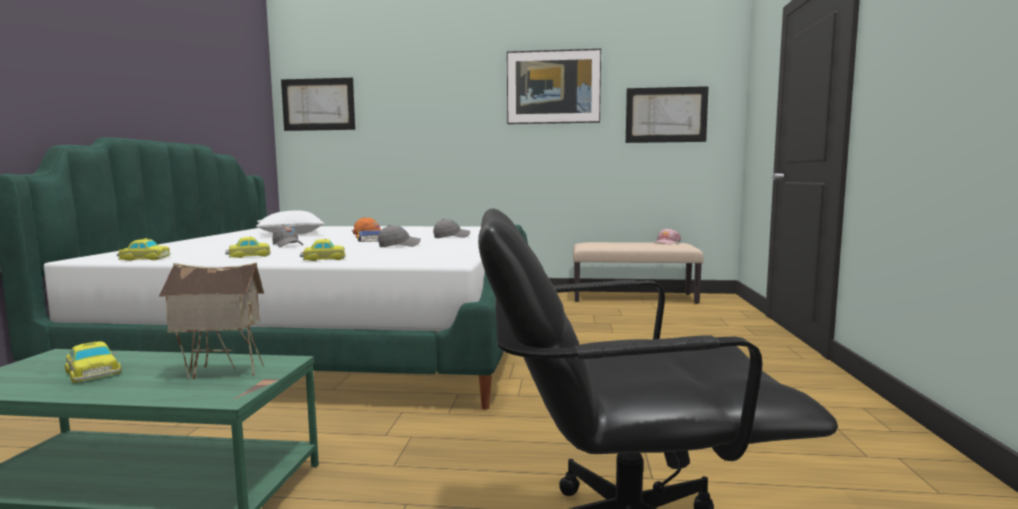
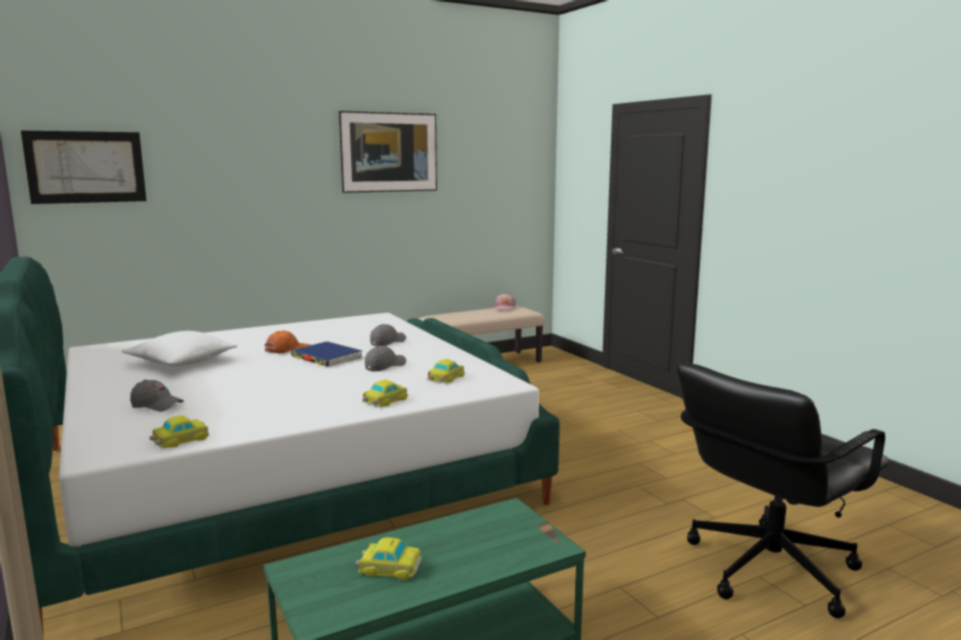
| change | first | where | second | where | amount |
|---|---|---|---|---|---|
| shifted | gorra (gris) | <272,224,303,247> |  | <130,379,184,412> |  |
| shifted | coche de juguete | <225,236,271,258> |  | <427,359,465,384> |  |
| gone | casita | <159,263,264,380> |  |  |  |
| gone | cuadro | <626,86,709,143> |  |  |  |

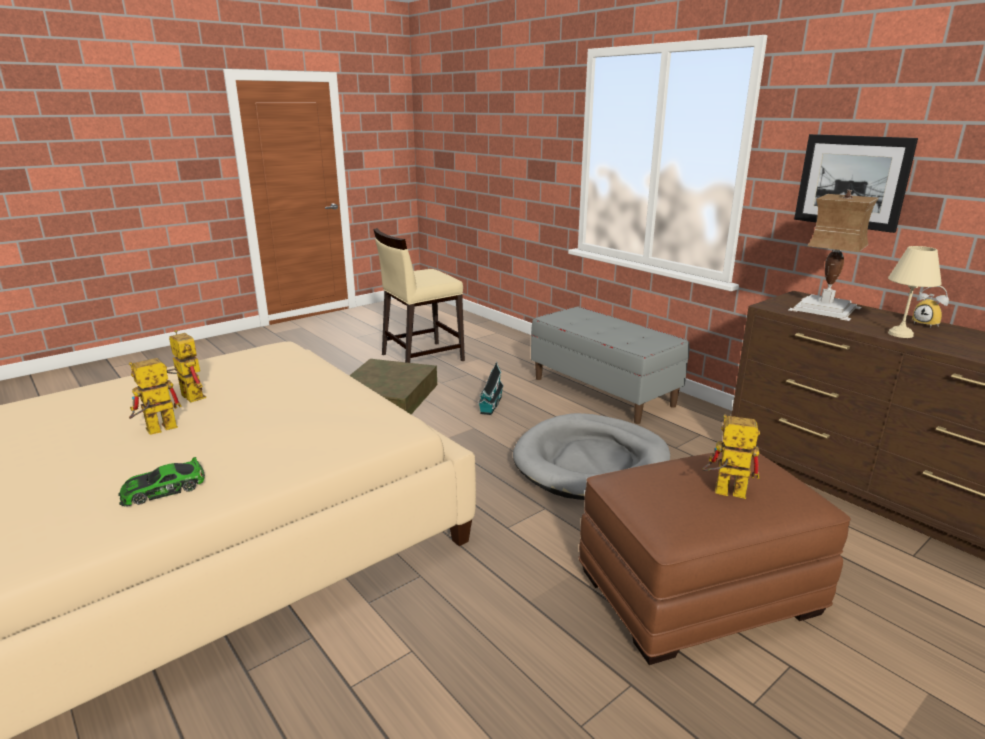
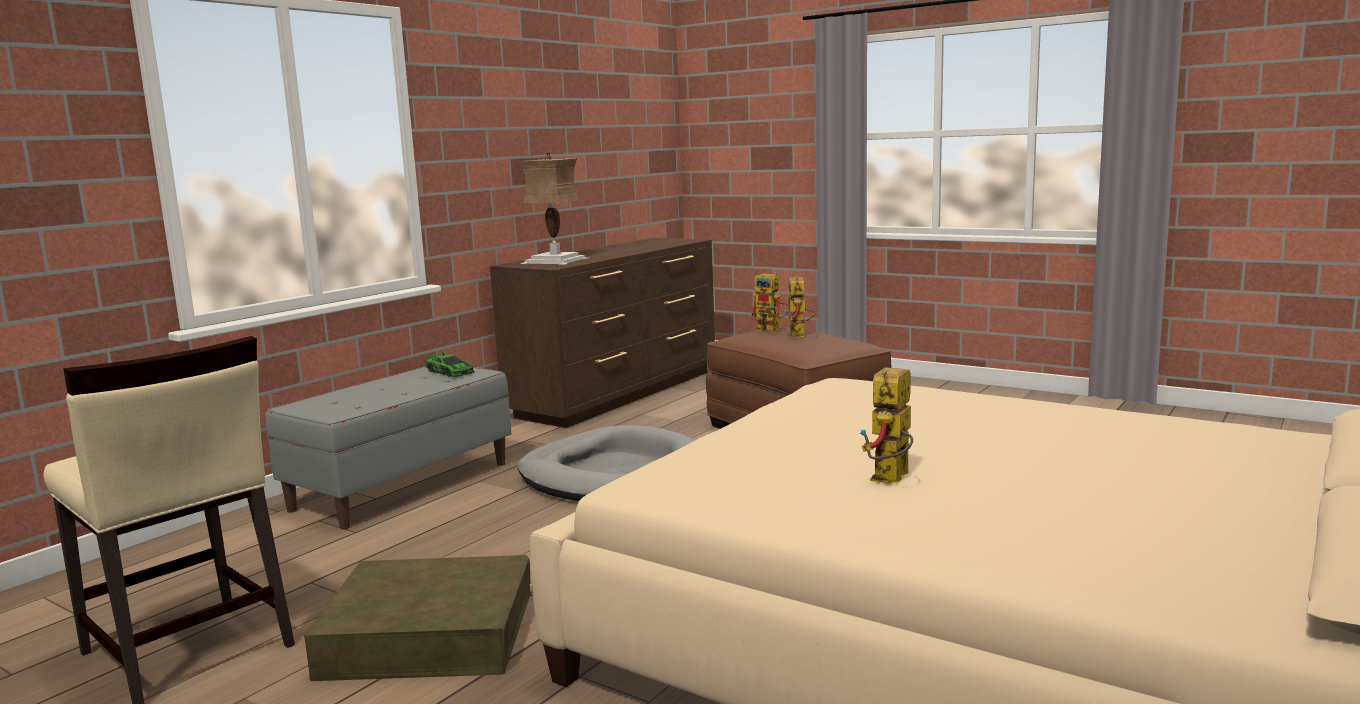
| change | first | where | second | where | amount |
|---|---|---|---|---|---|
| shifted | coche de juguete | <118,457,205,506> |  | <425,352,475,377> |  |
| shifted | robot de juguete | <129,358,182,435> |  | <750,272,790,332> |  |
| gone | casita | <478,361,504,415> |  |  |  |
| gone | cuadro | <794,134,918,233> |  |  |  |
| gone | lámpara de mesa (beis) | <888,246,942,338> |  |  |  |
| gone | despertador | <912,286,949,328> |  |  |  |

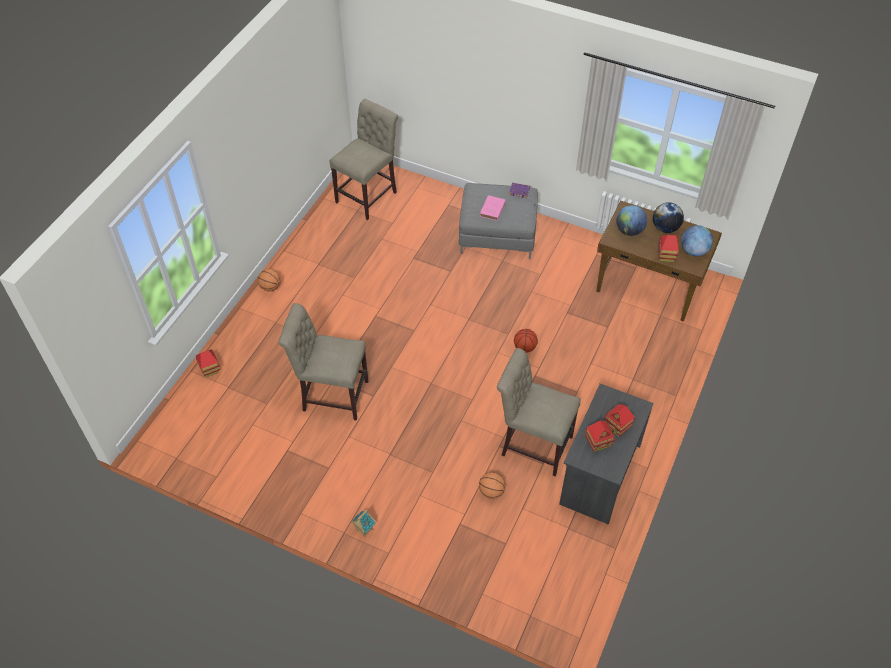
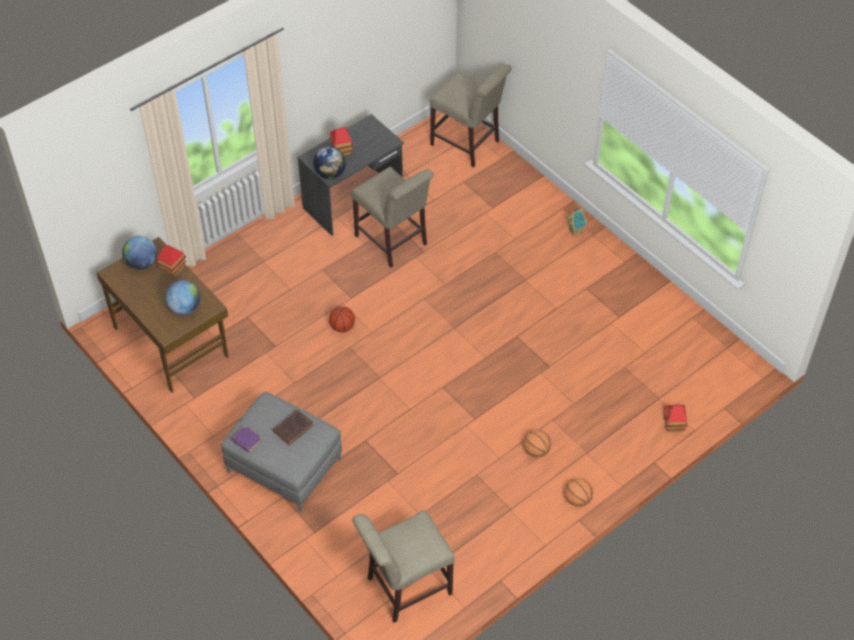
| change | first | where | second | where | amount |
|---|---|---|---|---|---|
| repainted | libro (rosa) | <480,195,506,221> | libro (marrón) | <273,409,314,445> |  |
| shifted | globo terráqueo | <653,202,684,233> |  | <313,147,346,179> |  |
| shifted | silla (beis) | <278,303,368,421> |  | <429,64,511,167> |  |
| shifted | balón de baloncesto | <479,472,506,499> |  | <523,430,551,458> |  |
| gone | casita | <585,420,615,452> |  |  |  |

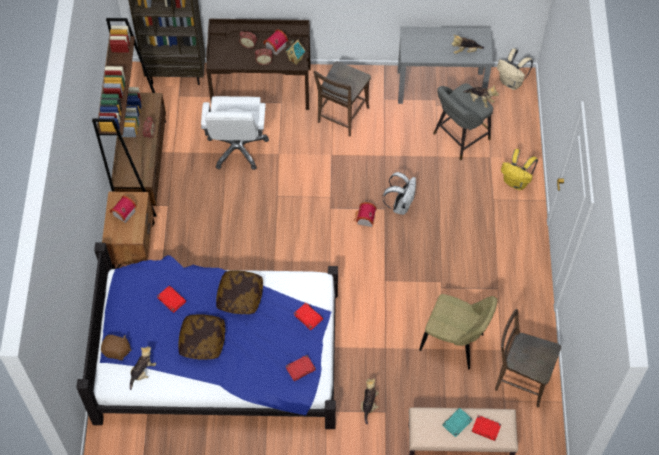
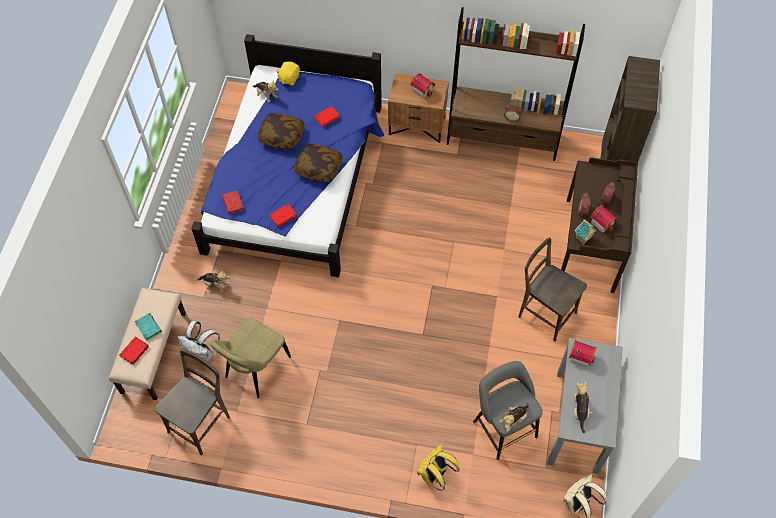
| change | first | where | second | where | amount |
|---|---|---|---|---|---|
| shifted | mochila (blanco) | <382,172,416,215> |  | <177,321,220,362> |  |
| repainted | peluche (marrón) | <101,335,132,360> | peluche (amarillo) | <276,61,300,86> |  |
| shifted | casita | <354,202,377,227> |  | <569,340,596,367> |  |
| gone | silla de oficina (blanco) | <201,96,269,170> |  |  |  |

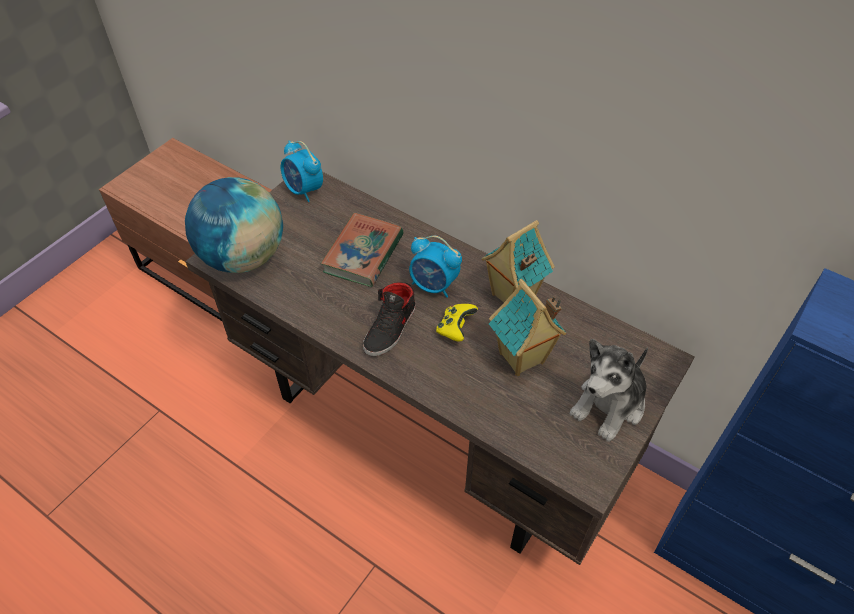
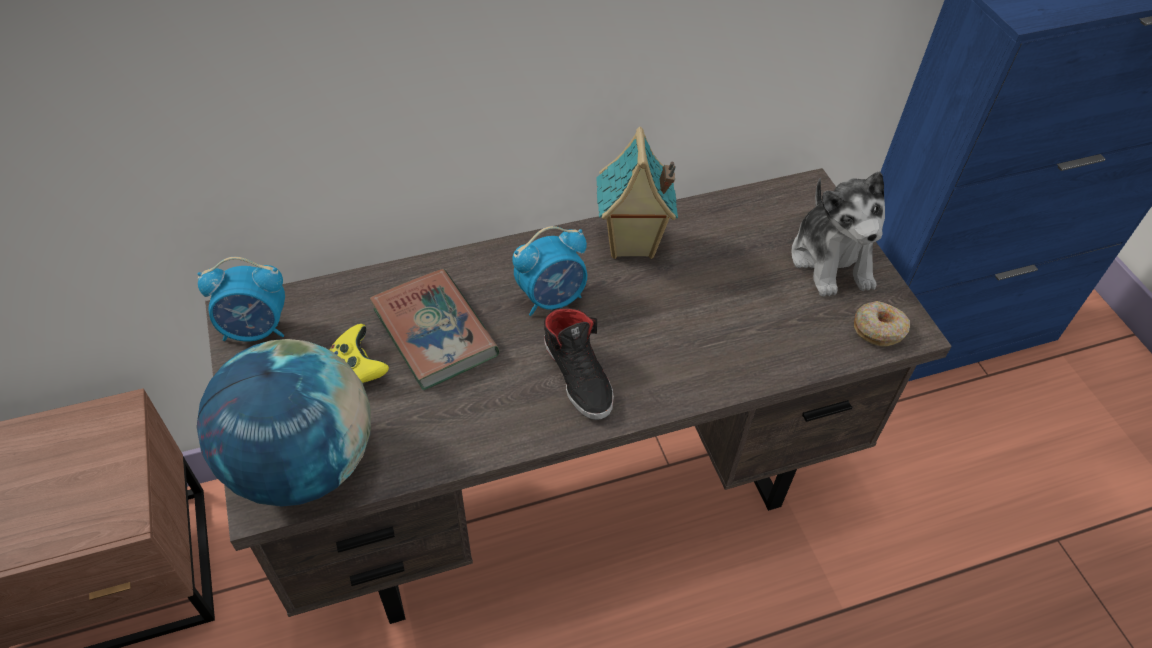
| change | first | where | second | where | amount |
|---|---|---|---|---|---|
| shifted | mando de consola (amarillo) | <436,304,478,342> |  | <330,324,389,383> |  |
| new |  |  | rosquilla | <854,301,910,347> |  |
| gone | casita | <489,279,566,376> |  |  |  |

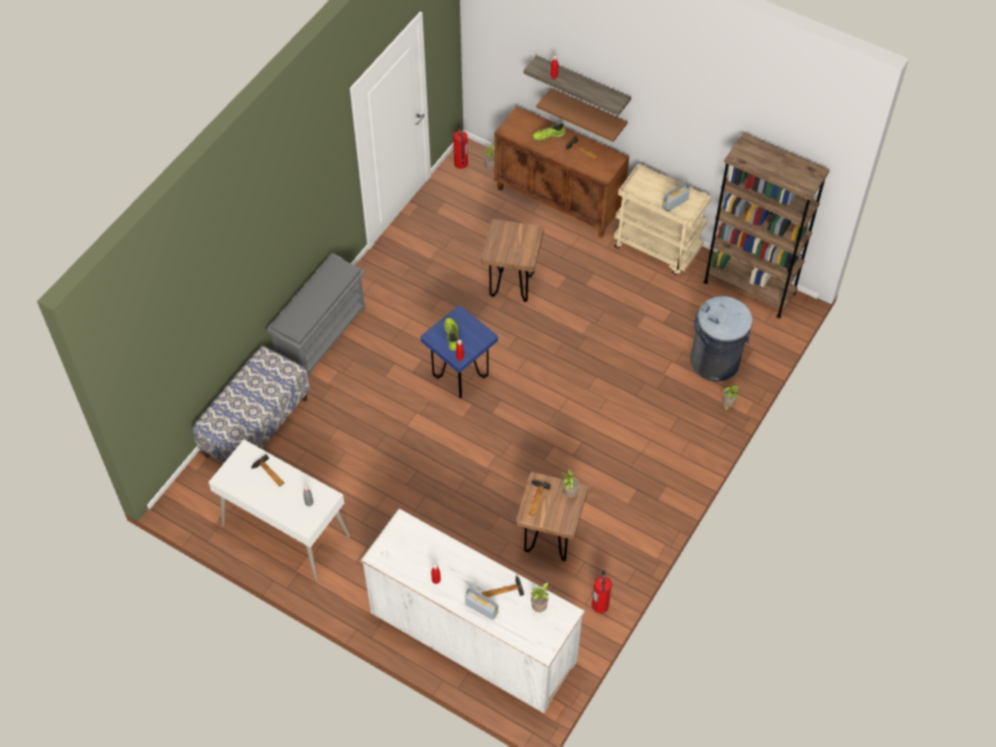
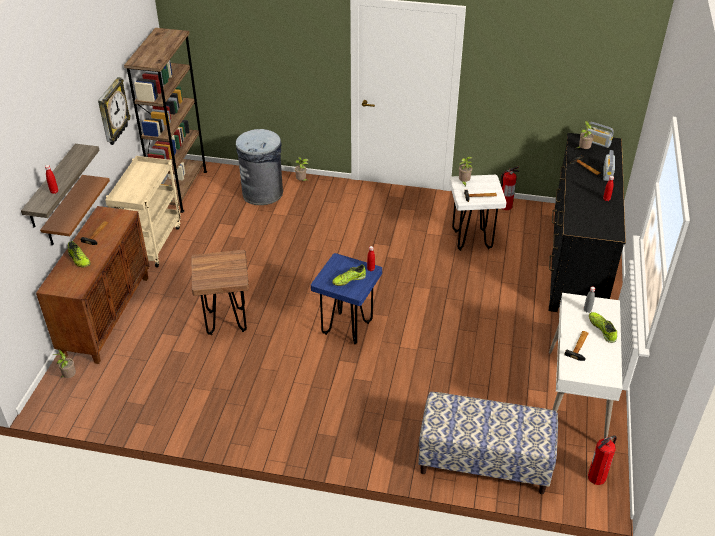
| change | first | where | second | where | amount |
|---|---|---|---|---|---|
| new |  |  | reloj de pared | <98,77,131,145> |  |
| repainted | taburete (marrón) | <516,472,588,562> | taburete (blanco) | <449,175,506,251> |  |
| repainted | cómoda (blanco) | <360,508,585,713> | cómoda (negro) | <549,133,626,312> |  |
| shifted | radio | <662,183,690,212> |  | <586,122,614,148> |  |
| shifted | extintor | <453,122,468,169> |  | <588,435,617,485> |  |
| new |  |  | zapato | <589,312,617,343> |  |
| gone | zapatero (gris) | <267,253,365,378> |  |  |  |

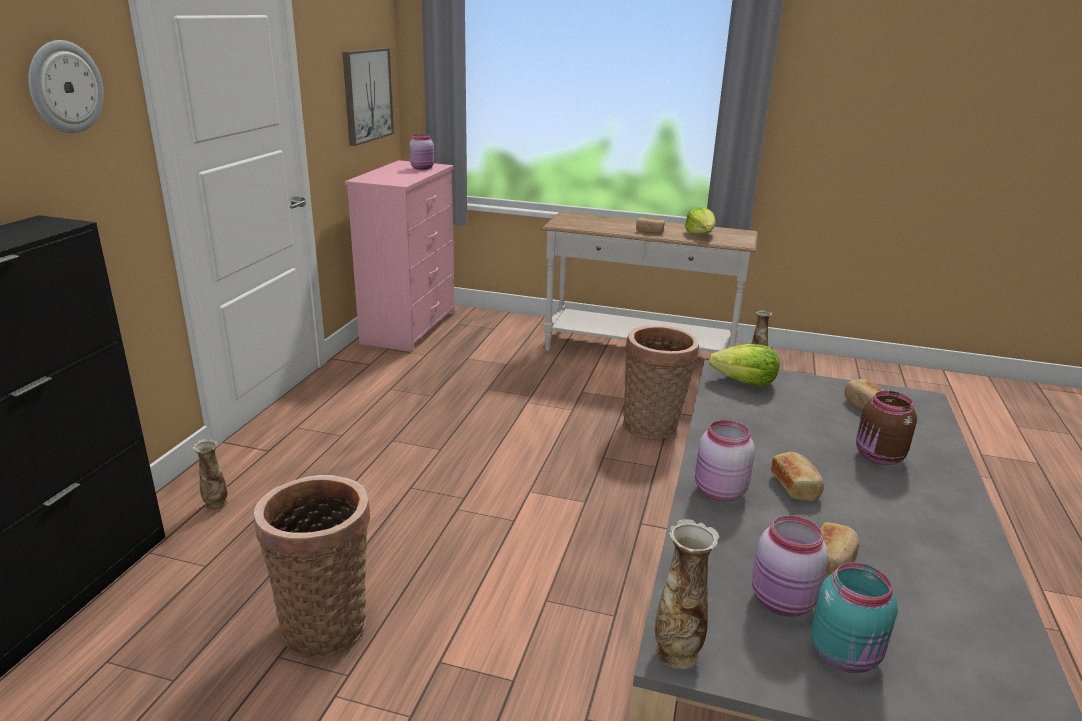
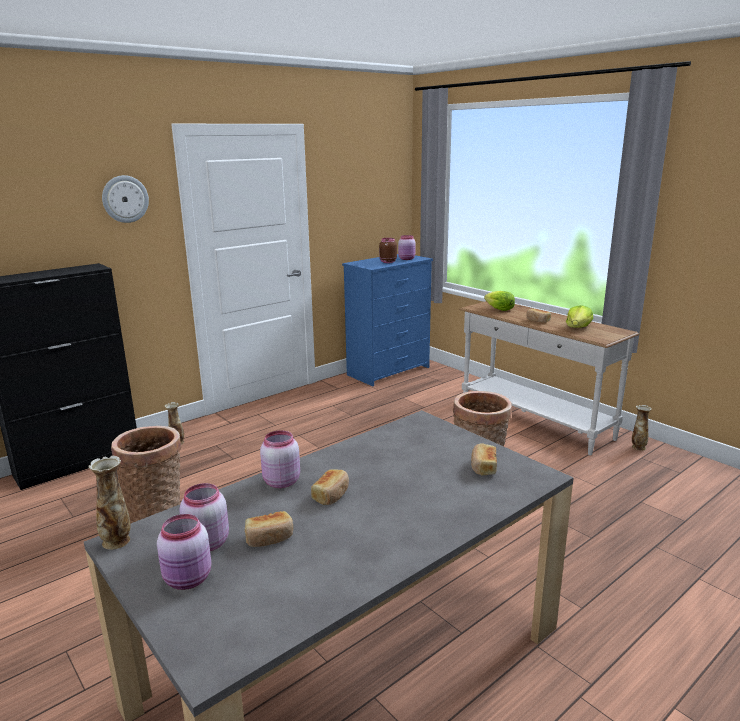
| change | first | where | second | where | amount |
|---|---|---|---|---|---|
| repainted | tarro (turquesa) | <811,562,898,673> | tarro (rosa) | <157,514,211,590> |  |
| repainted | cómoda (rosa) | <345,160,455,352> | cómoda (azul) | <342,254,433,386> |  |
| shifted | tarro (marrón) | <856,391,917,465> |  | <379,238,397,263> |  |
| shifted | lechuga | <709,344,779,387> |  | <484,291,515,311> |  |
| gone | cuadro | <343,48,394,146> |  |  |  |

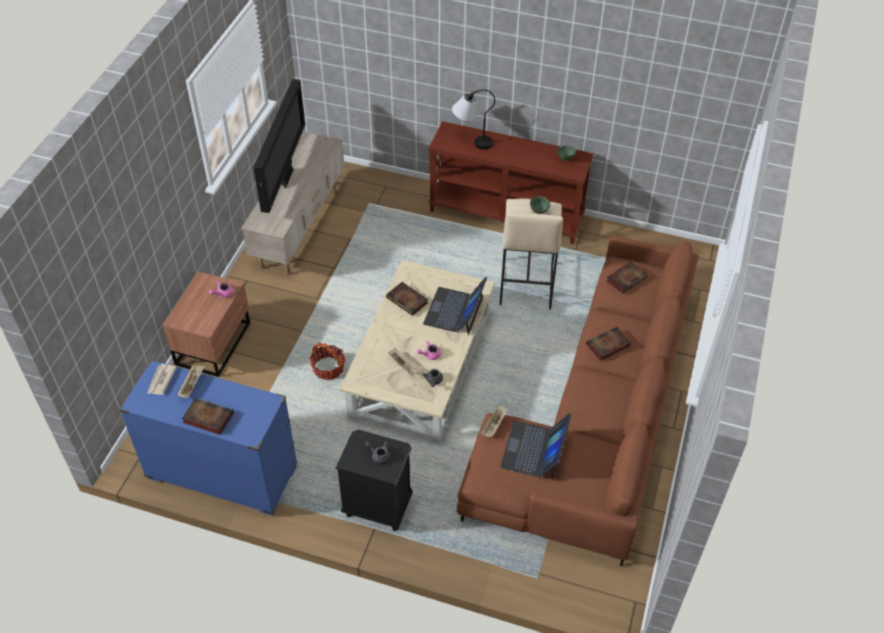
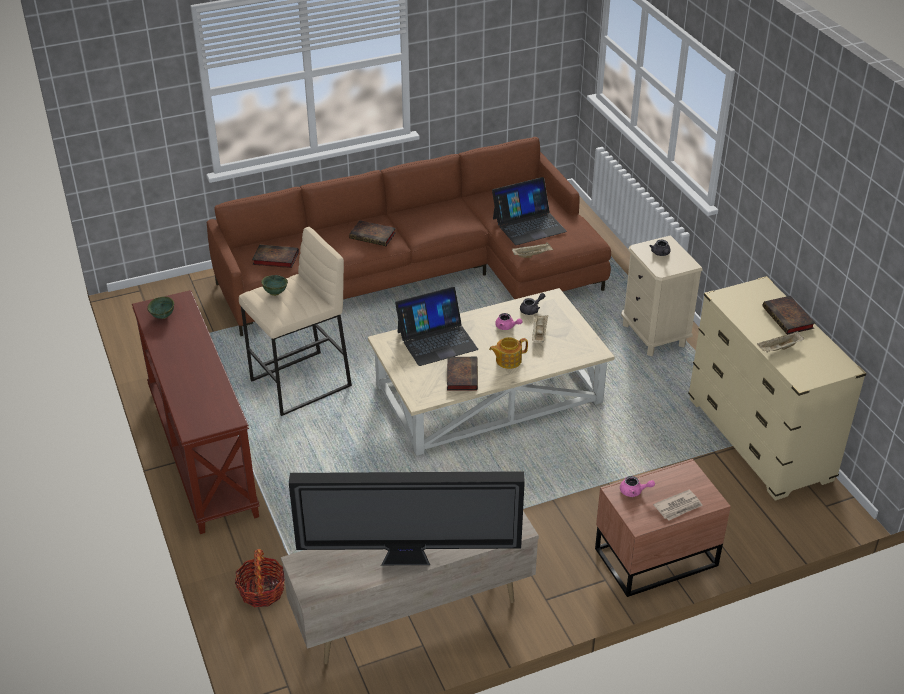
| change | first | where | second | where | amount |
|---|---|---|---|---|---|
| shifted | cesta | <309,342,345,380> |  | <235,549,285,607> |  |
| rotated | televisor | <253,79,305,213> |  | <289,471,525,565> | 150 degrees counterclockwise |
| new |  |  | tetera | <489,337,528,369> |  |
| repainted | mesita de noche (negro) | <335,429,413,531> | mesita de noche (beis) | <621,235,703,356> |  |
| shifted | periódico | <147,364,177,395> |  | <653,490,703,520> |  |
| repainted | cómoda (azul) | <119,359,298,516> | cómoda (beis) | <688,276,867,501> |  |
| gone | lámpara de mesa | <452,89,495,150> |  |  |  |

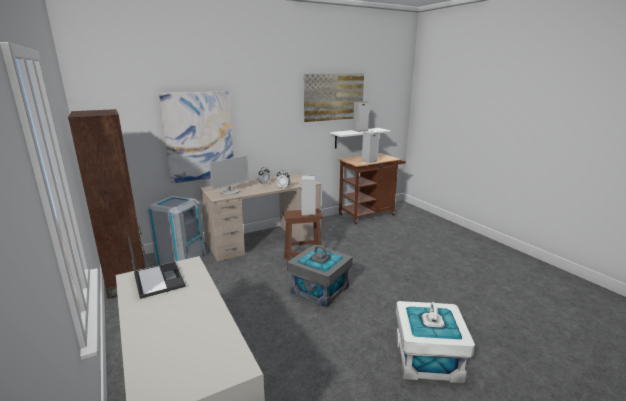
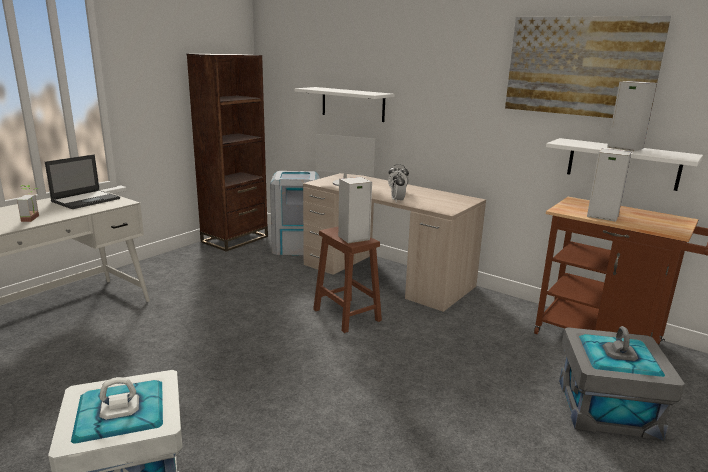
| change | first | where | second | where | amount |
|---|---|---|---|---|---|
| new |  |  | planta en maceta | <17,185,39,222> |  |
| swapped | cuadro | <159,91,234,183> | estante (blanco) | <294,87,395,122> |  |
| shifted | caja de almacenaje (gris) | <288,245,353,307> |  | <559,326,685,441> |  |

